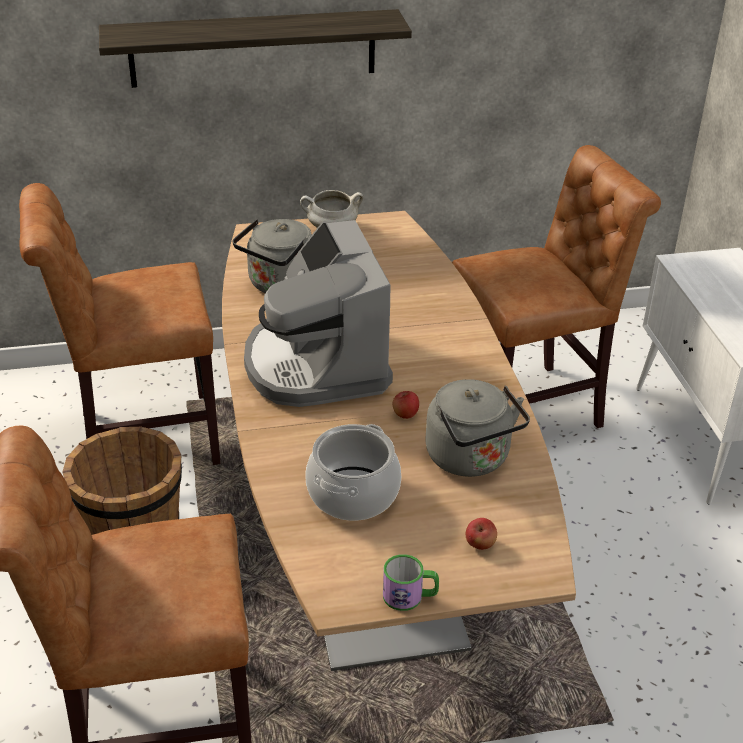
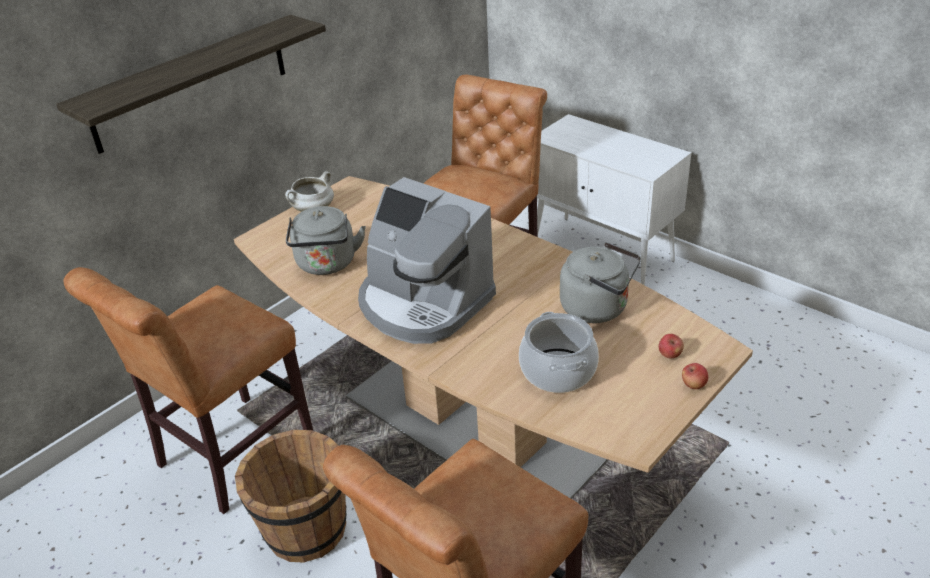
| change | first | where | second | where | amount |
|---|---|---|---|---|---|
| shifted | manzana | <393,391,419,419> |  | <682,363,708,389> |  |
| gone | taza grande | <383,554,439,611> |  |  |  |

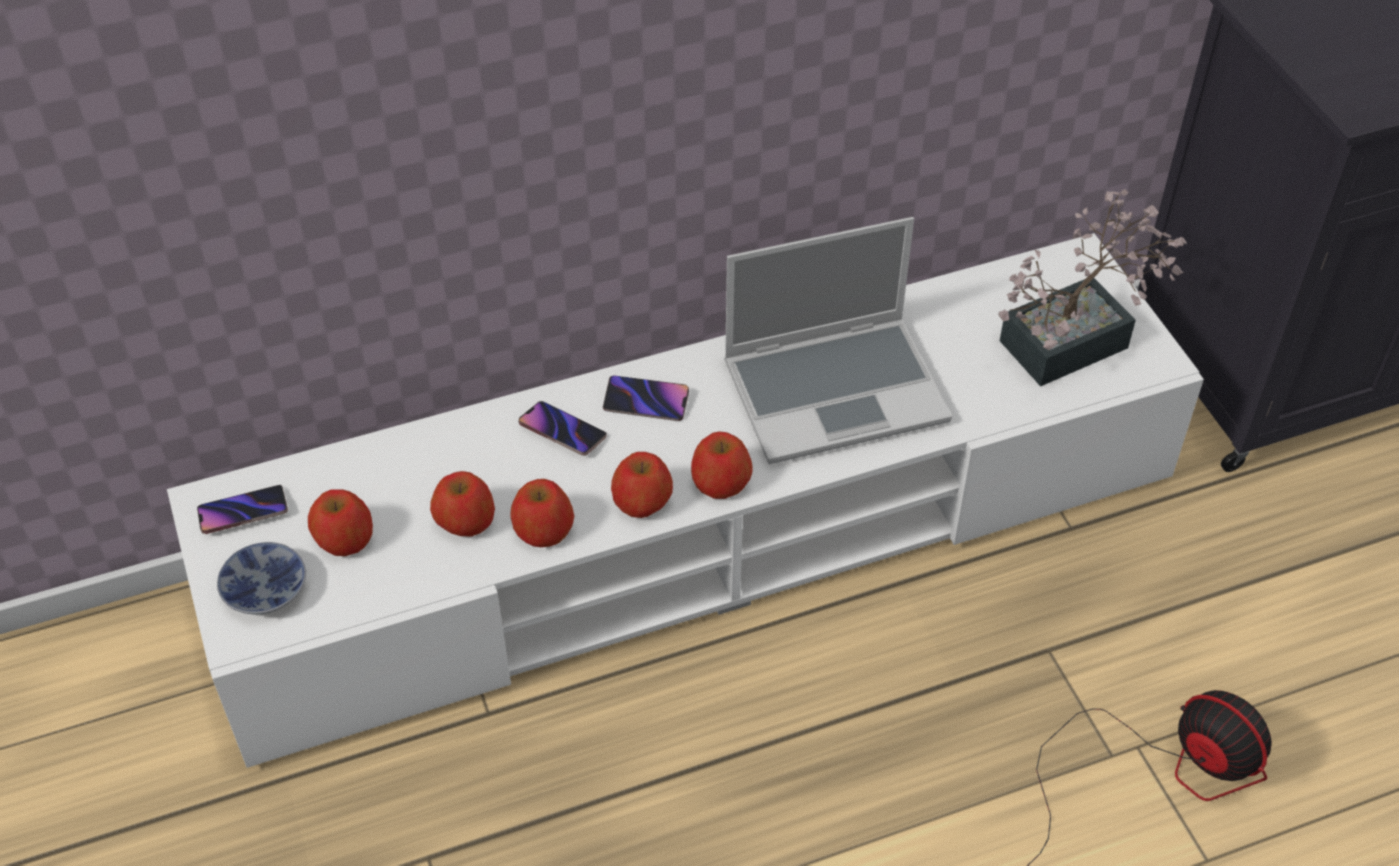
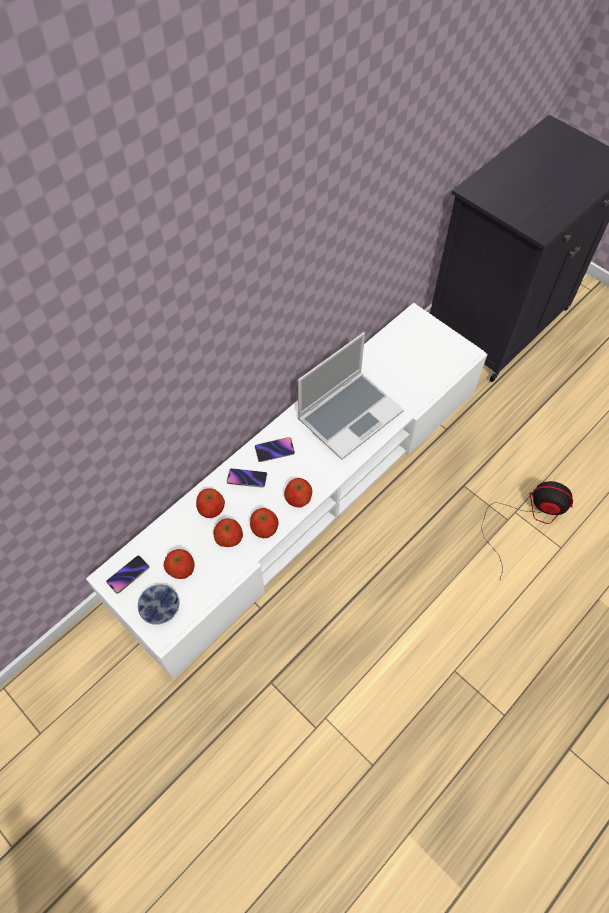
| change | first | where | second | where | amount |
|---|---|---|---|---|---|
| shifted | manzana | <691,431,753,499> |  | <196,488,225,518> |  |
| gone | planta en maceta | <998,189,1187,387> |  |  |  |

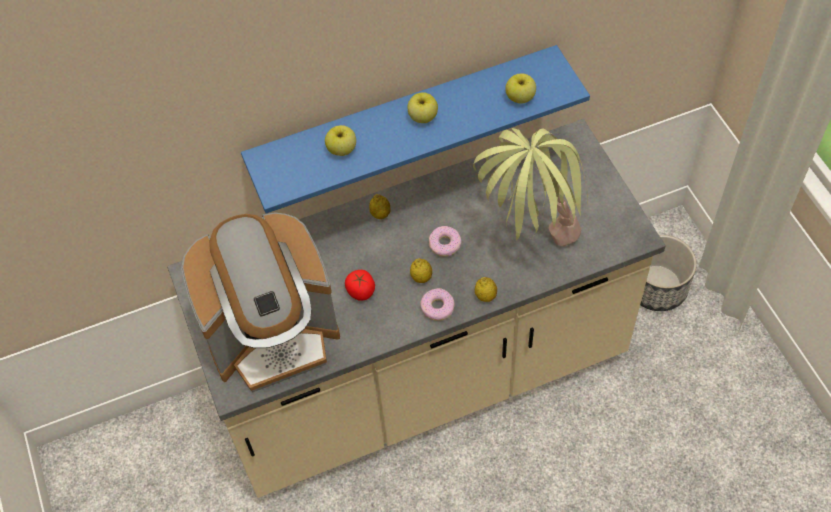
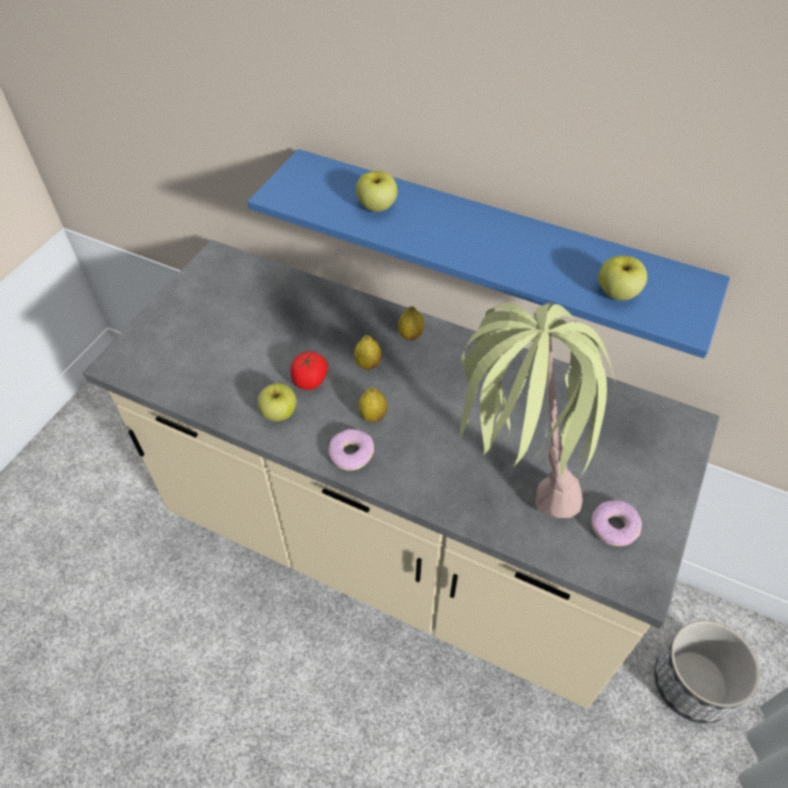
| change | first | where | second | where | amount |
|---|---|---|---|---|---|
| shifted | manzana | <408,92,438,123> |  | <257,383,297,421> |  |
| shifted | limón | <475,277,497,302> |  | <354,335,382,370> |  |
| shifted | rosquilla | <429,226,461,257> |  | <591,500,642,546> |  |
| gone | cafetera | <181,212,340,393> |  |  |  |

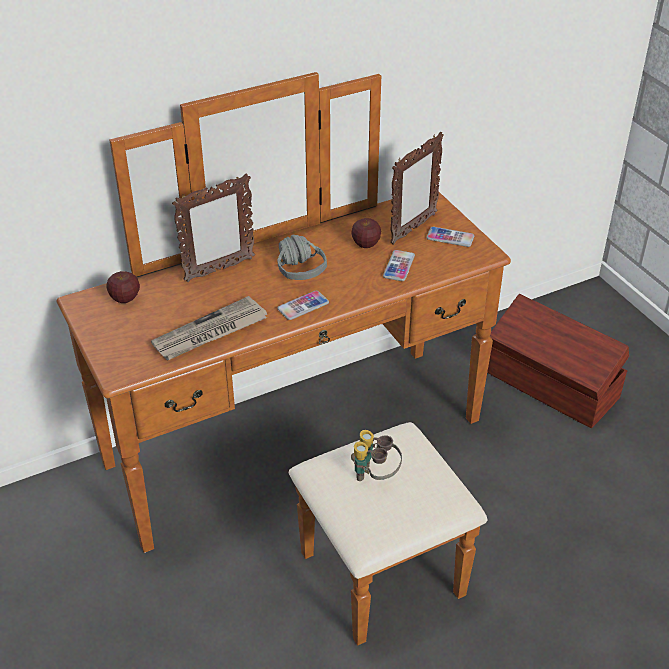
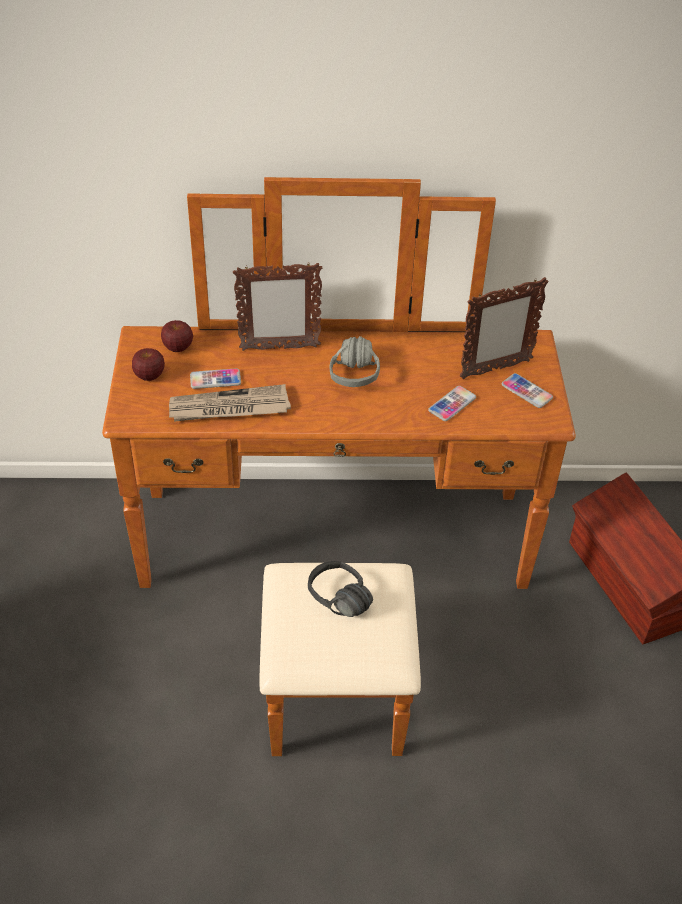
| change | first | where | second | where | amount |
|---|---|---|---|---|---|
| shifted | manzana | <352,218,381,248> |  | <132,348,165,381> |  |
| shifted | móvil | <277,291,329,320> |  | <190,368,241,389> |  |
| swapped | prismáticos | <351,430,402,481> | auriculares (negro) | <308,561,373,617> |  |

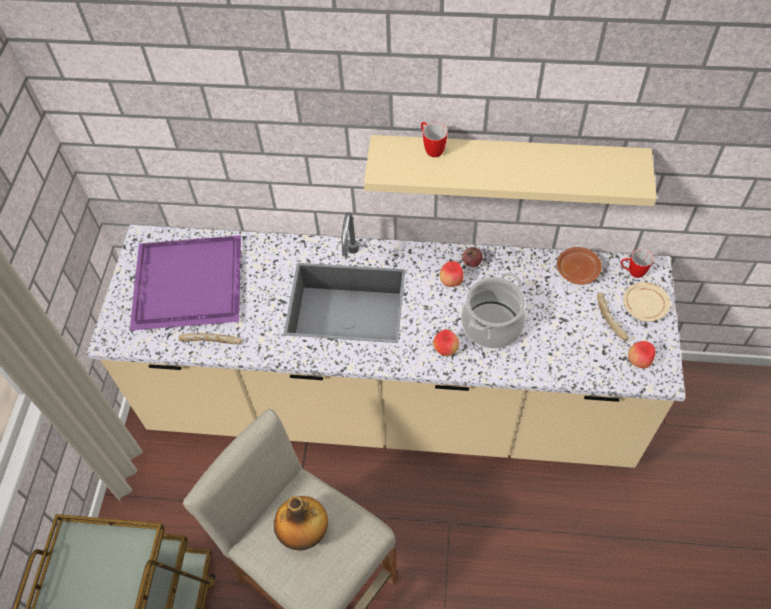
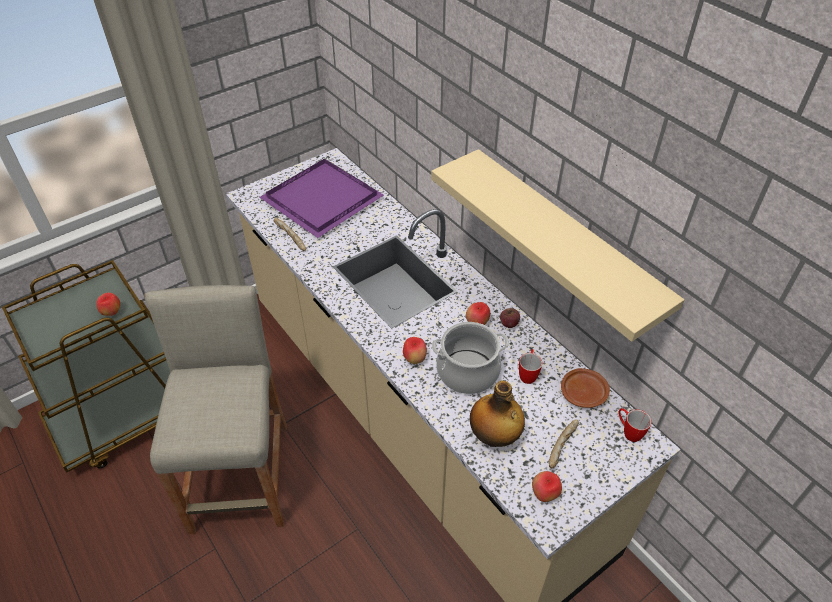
| change | first | where | second | where | amount |
|---|---|---|---|---|---|
| new |  |  | manzana | <96,293,120,316> |  |
| shifted | botella | <274,496,328,550> |  | <470,381,525,447> |  |
| shifted | taza grande | <421,122,448,157> |  | <519,349,542,384> |  |
| gone | plato (beis) | <623,282,670,322> |  |  |  |

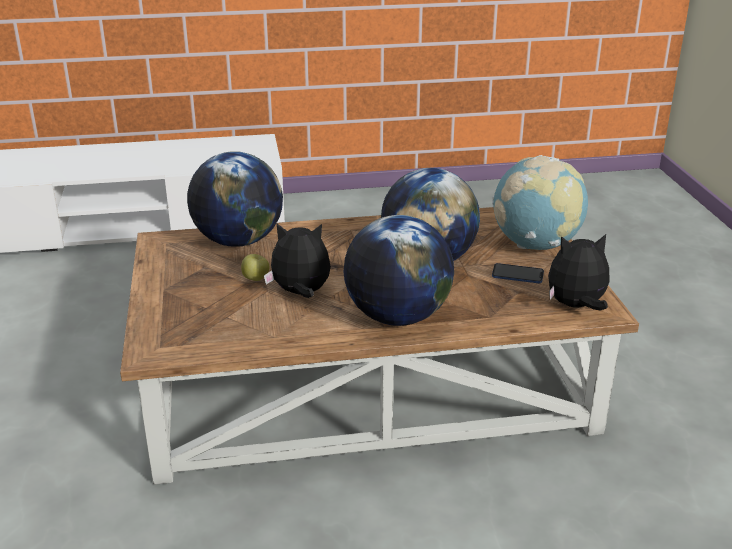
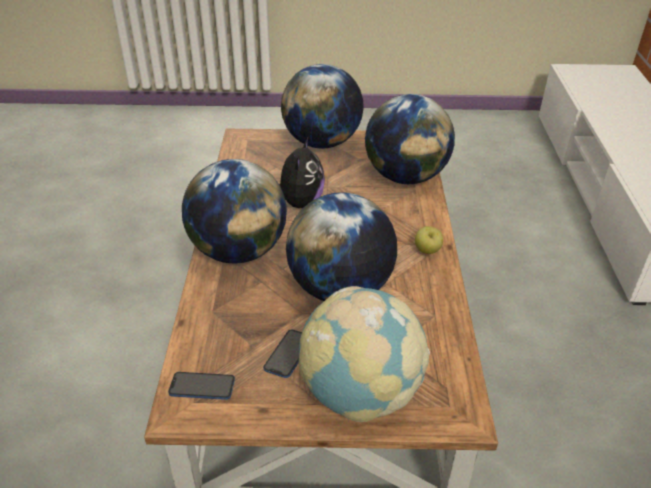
| change | first | where | second | where | amount |
|---|---|---|---|---|---|
| swapped | peluche | <548,234,610,311> | móvil | <168,372,235,400> |  |
| new |  |  | globo terráqueo | <281,64,364,148> |  |
| shifted | manzana | <241,254,269,281> |  | <415,226,443,254> |  |

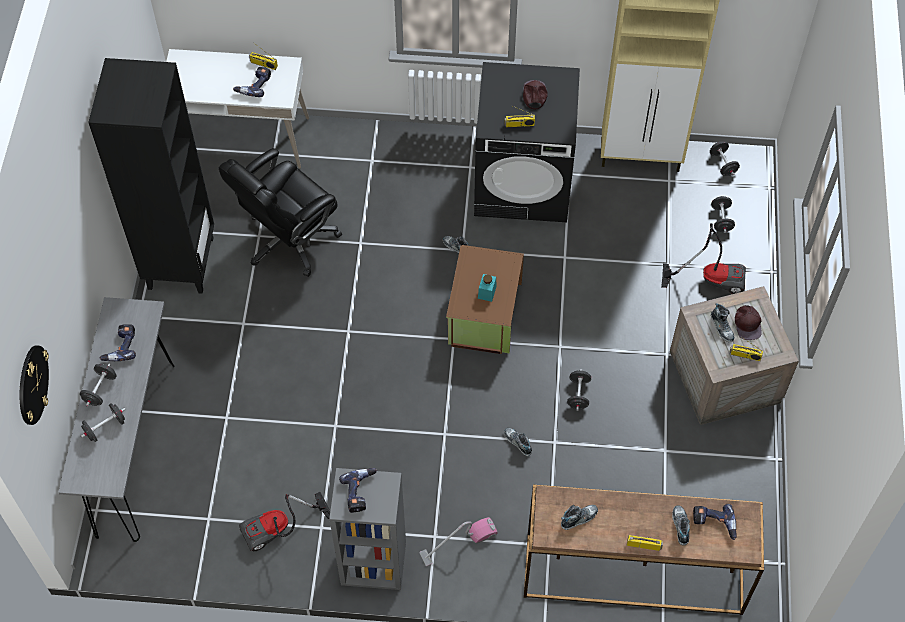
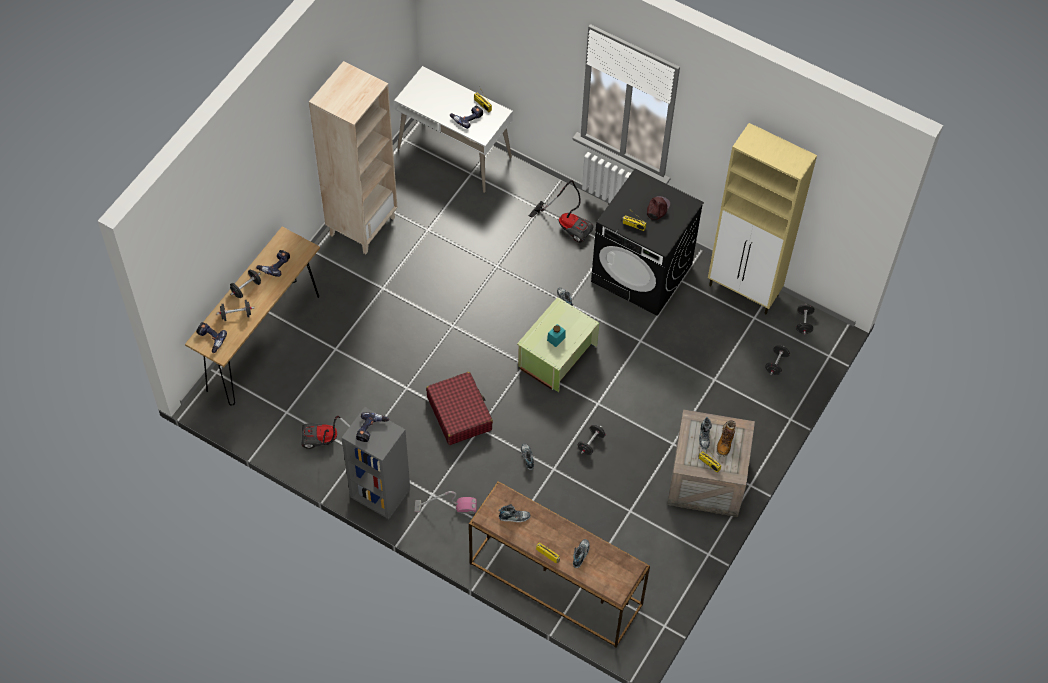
| change | first | where | second | where | amount |
|---|---|---|---|---|---|
| repainted | mesa consola (gris) | <58,297,175,542> | mesa consola (marrón) | <185,227,320,406> |  |
| shifted | taladro | <693,504,737,540> |  | <196,322,227,353> |  |
| repainted | estantería (negro) | <88,58,214,294> | estantería (beis) | <309,61,398,254> |  |
| new |  |  | maleta (rojo) | <426,372,493,445> |  |
| repainted | caja de almacenaje (marrón) | <446,245,524,354> | caja de almacenaje (verde) | <517,297,599,392> |  |
| shifted | aspiradora | <661,223,746,294> |  | <529,180,593,243> |  |
| swapped | gorra (marrón) | <735,305,762,340> | bota | <716,420,736,457> |  |
| gone | reloj de pared | <20,345,49,425> |  |  |  |
| gone | silla de oficina (negro) | <219,148,342,277> |  |  |  |

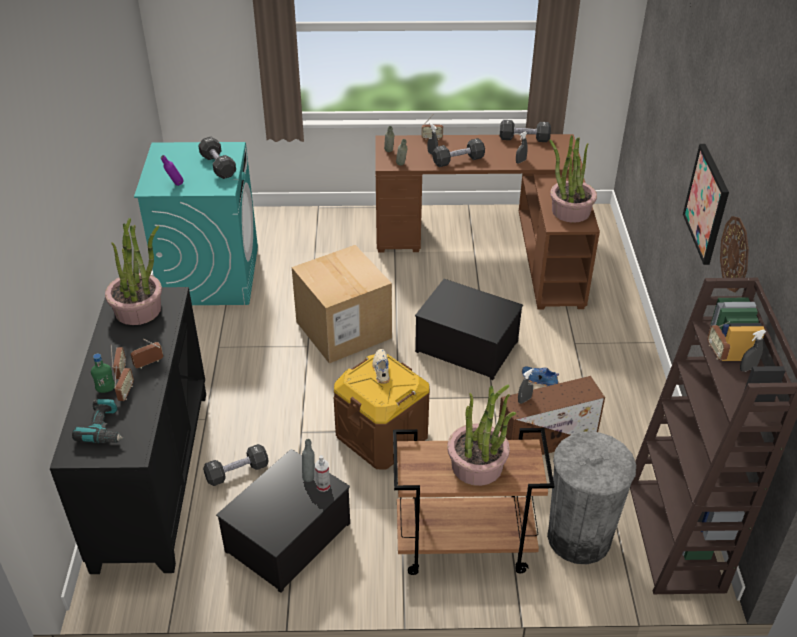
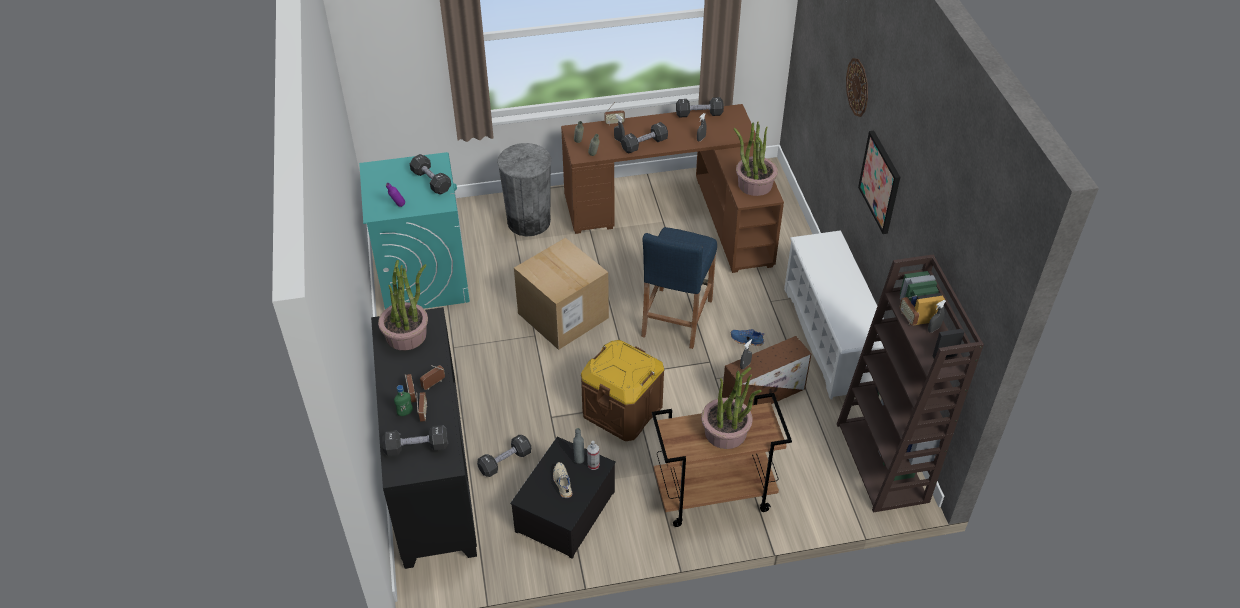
| change | first | where | second | where | amount |
|---|---|---|---|---|---|
| swapped | taladro | <72,399,124,443> | mancuerna (negro) | <382,425,448,456> |  |
| shifted | papelera (gris) | <547,432,636,564> |  | <497,143,552,236> |  |
| shifted | zapato (beis) | <372,349,390,384> |  | <553,462,572,498> |  |
| swapped | caja de almacenaje | <415,279,523,380> | taburete (azul) | <641,227,717,349> |  |
| new |  |  | zapatero (blanco) | <784,230,884,399> |  |
| shifted | reloj de pared | <720,216,749,293> |  | <846,58,868,117> |  |

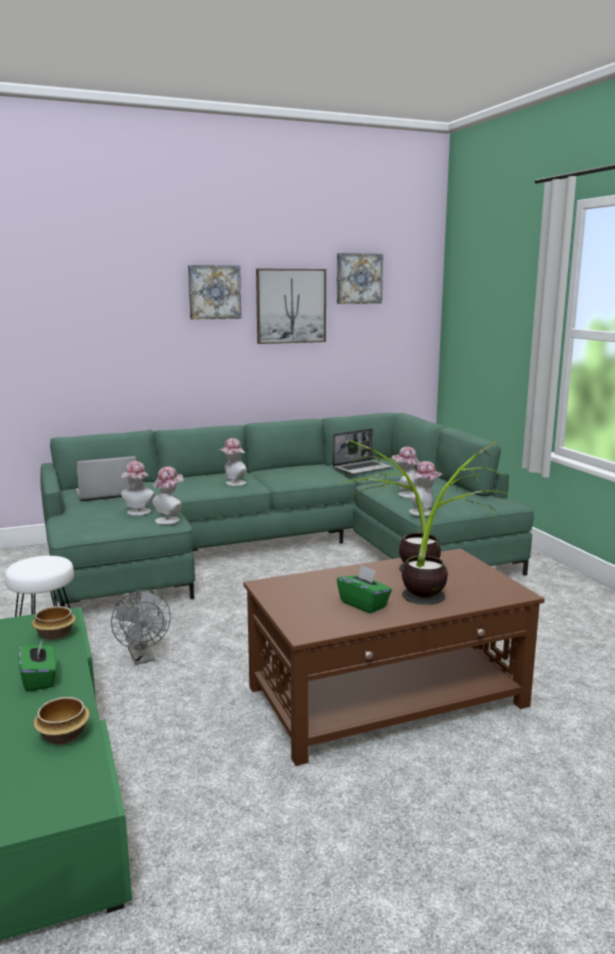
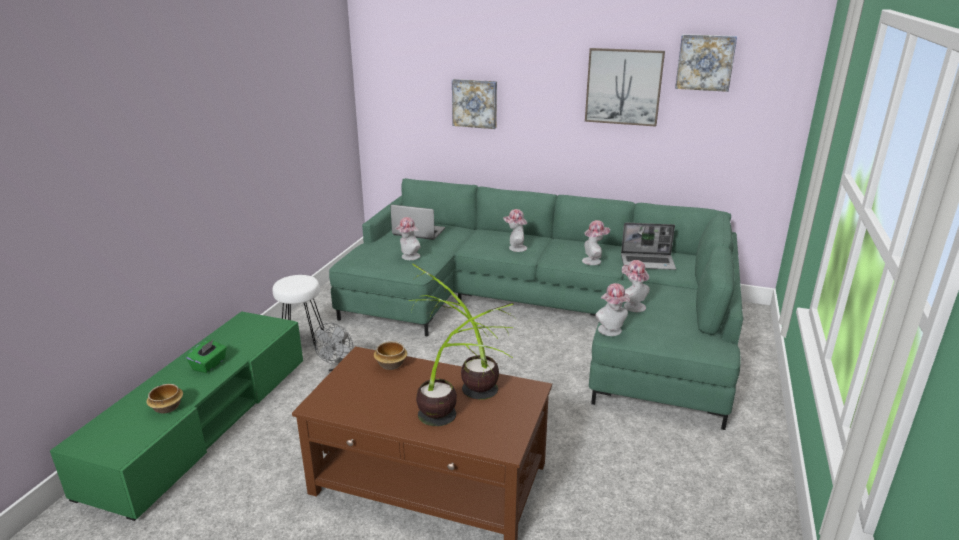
| change | first | where | second | where | amount |
|---|---|---|---|---|---|
| shifted | cuenco | <32,606,76,640> |  | <374,341,407,370> |  |
| shifted | cuadro | <188,265,241,320> |  | <452,79,497,129> |  |
| shifted | sombrero | <152,467,184,525> |  | <582,220,610,265> |  |
| gone | caja de pañuelos (verde) | <337,565,392,613> |  |  |  |

